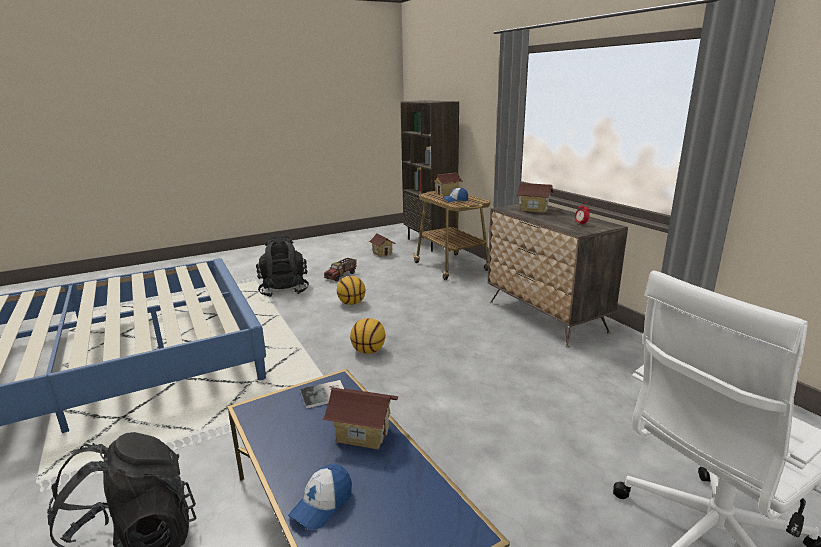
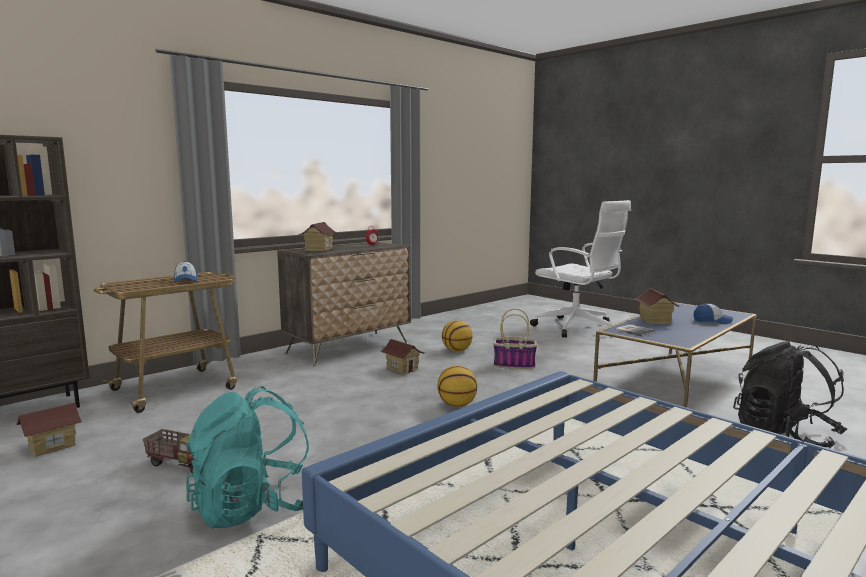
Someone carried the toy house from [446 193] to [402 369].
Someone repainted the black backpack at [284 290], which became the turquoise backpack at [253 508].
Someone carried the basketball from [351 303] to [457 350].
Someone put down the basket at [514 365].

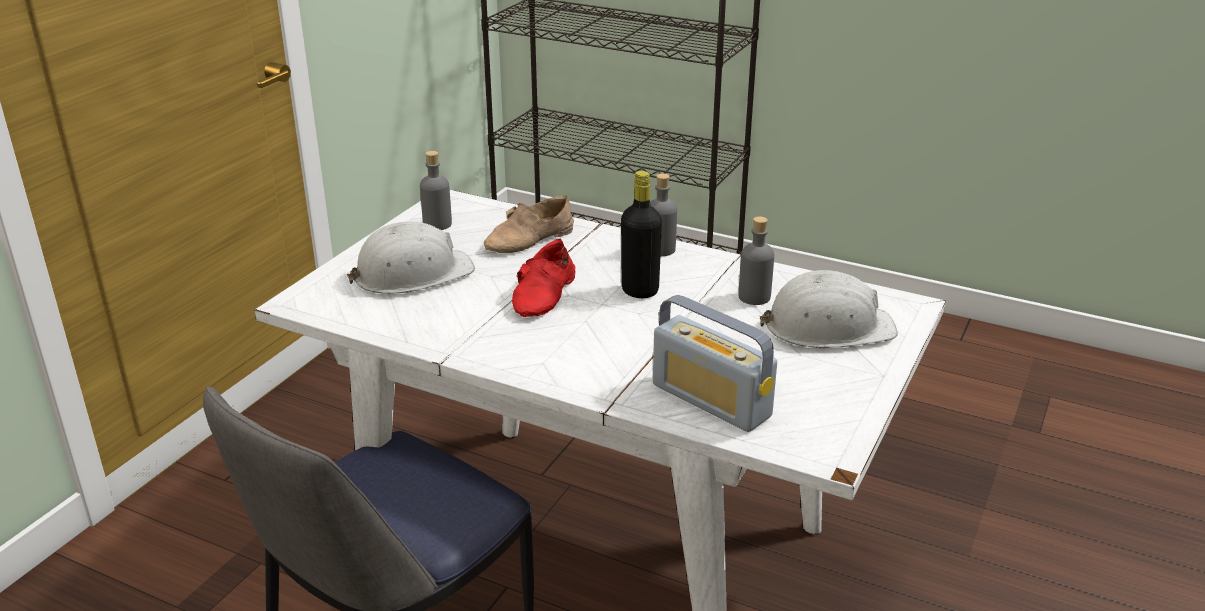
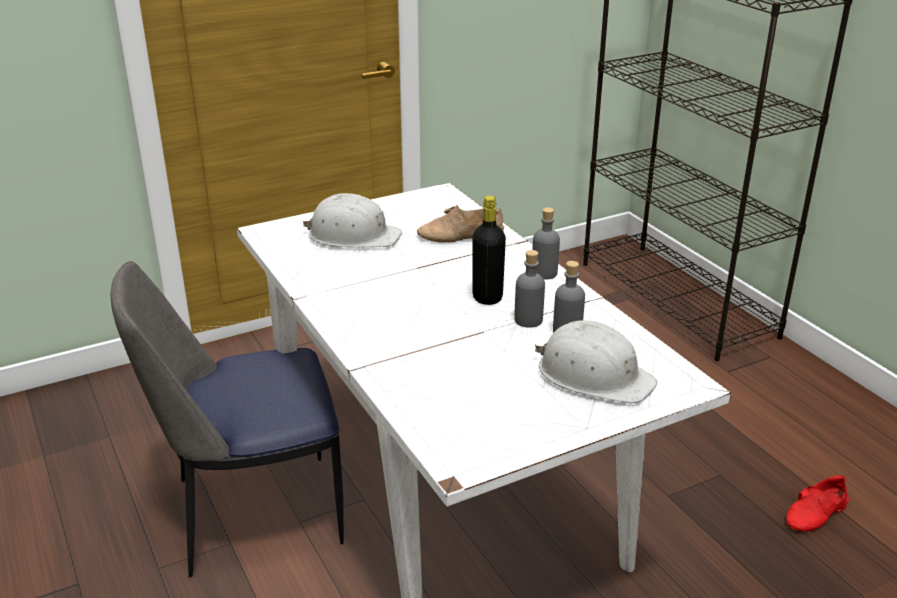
Someone carried the grey bottle from [437 224] to [528 320].
Someone carried the red shoe from [546 294] to [817 514].
Someone took away the radio at [711 400].

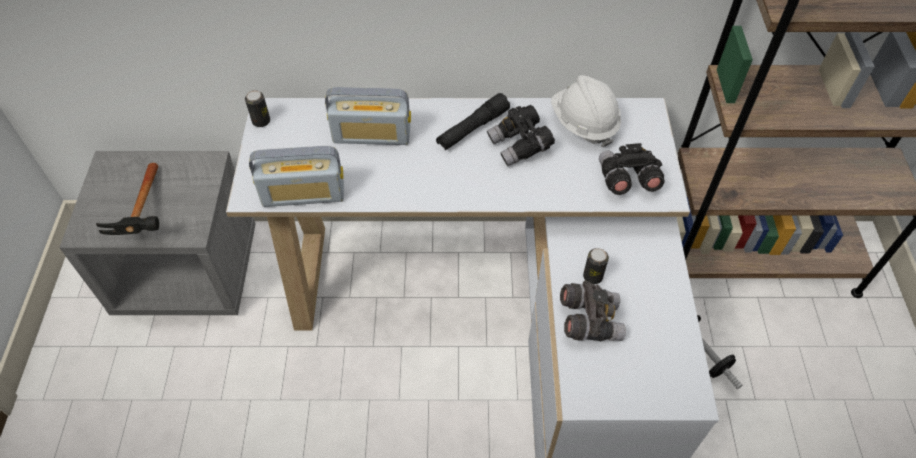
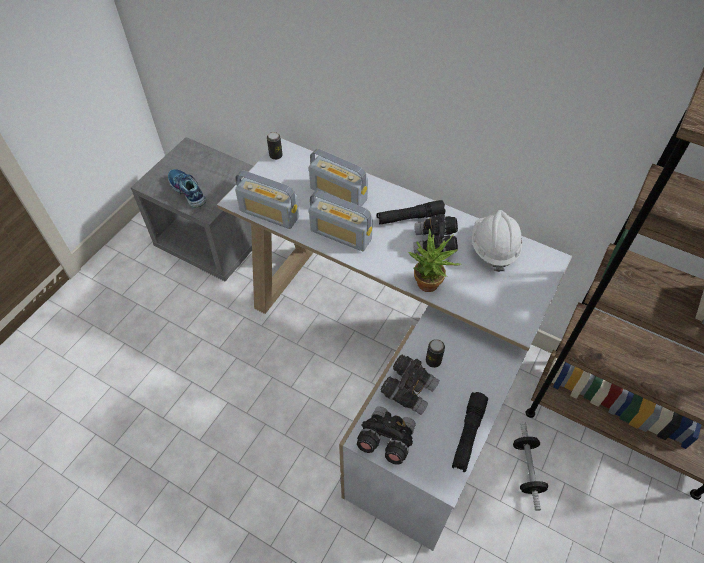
Someone carried the black binoculars from [626 180] to [385 440].
Someone swapped the hammer at [146 219] for the shoe at [187 191].
Someone put down the radio at [341 235].
Someone put down the potted plant at [428 287].
Someone put down the black flashlight at [468 434].

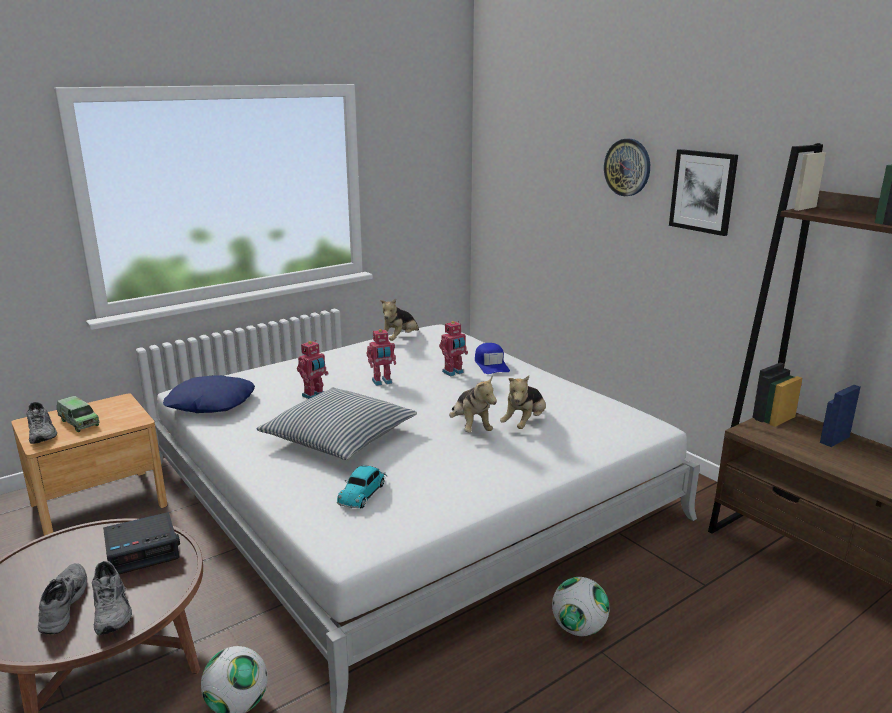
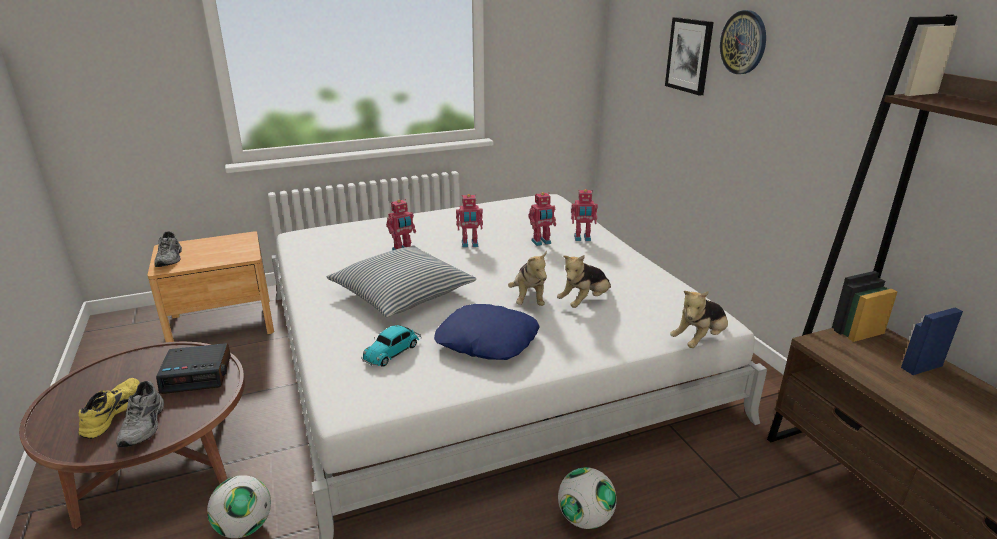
Someone carried the picture from [703 191] to [689 55].
Someone carried the plush toy from [399 339] to [699 340].
Someone swapped the blue cap at [491 365] for the toy robot at [582 238].
Someone carried the blue pillow from [210 403] to [487 341].
Someone took away the toy truck at [79 422].
Someone repainted the grey shoe at [61 605], which became the yellow shoe at [110 413].

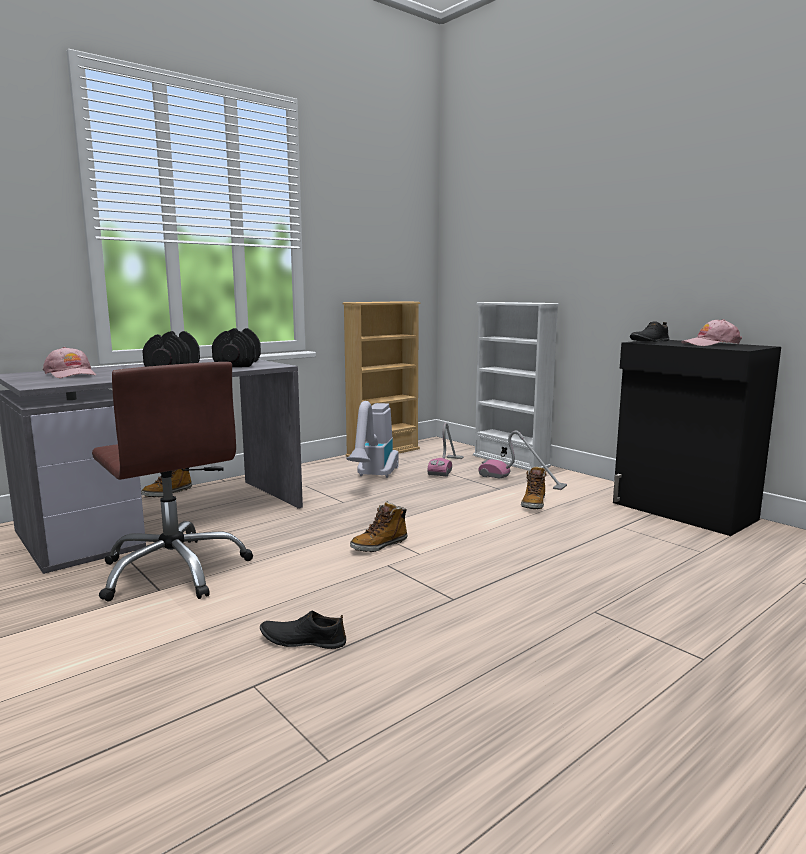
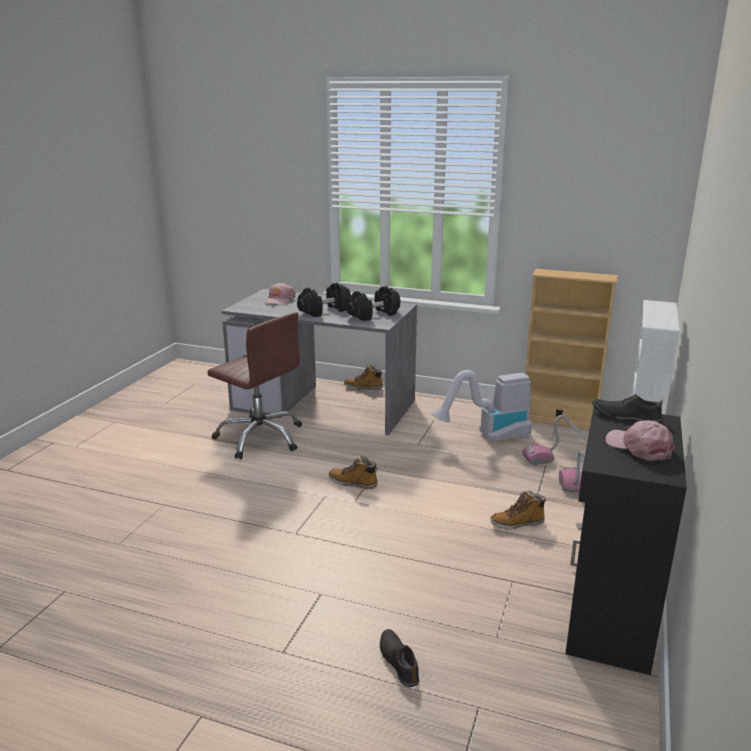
Someone rotated the brown office chair at [175 570] by 75 degrees counterclockwise.
Someone carried the black shoe from [302 640] to [399 661].

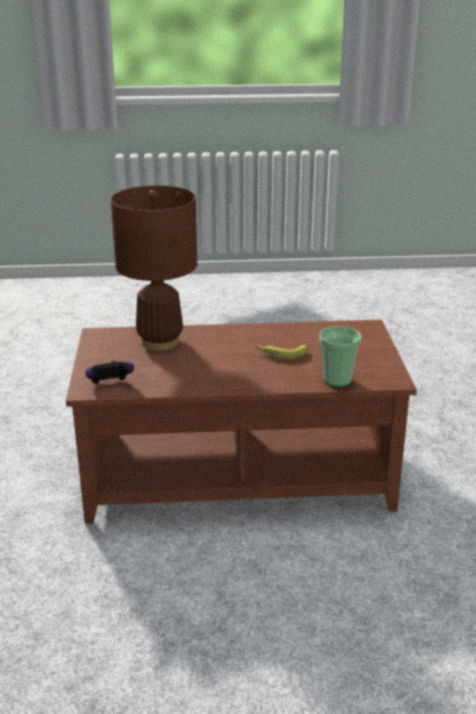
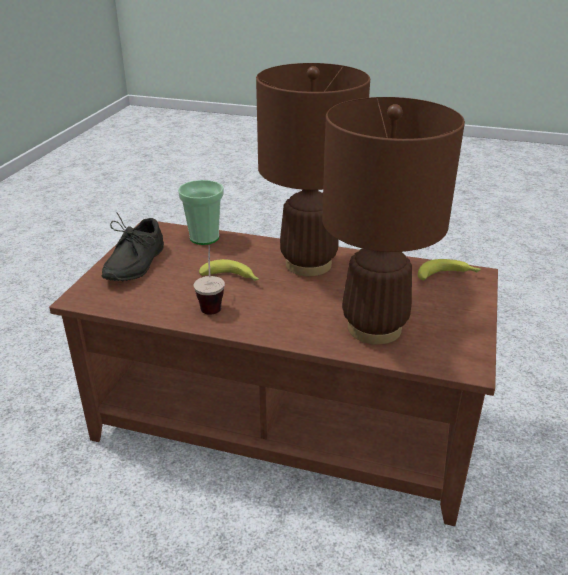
Someone swapped the game controller at [110 385] for the banana at [448 276].
Someone put down the brown table lamp at [308 264].
Someone put down the grey shoe at [132 264].
Someone put down the cup at [211 302].

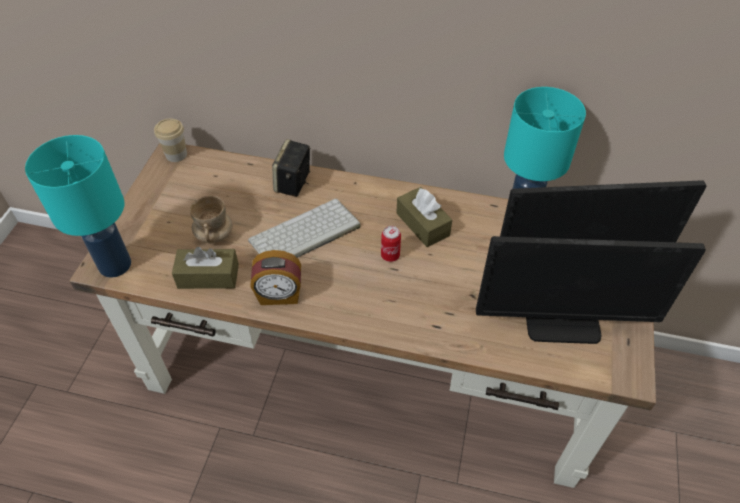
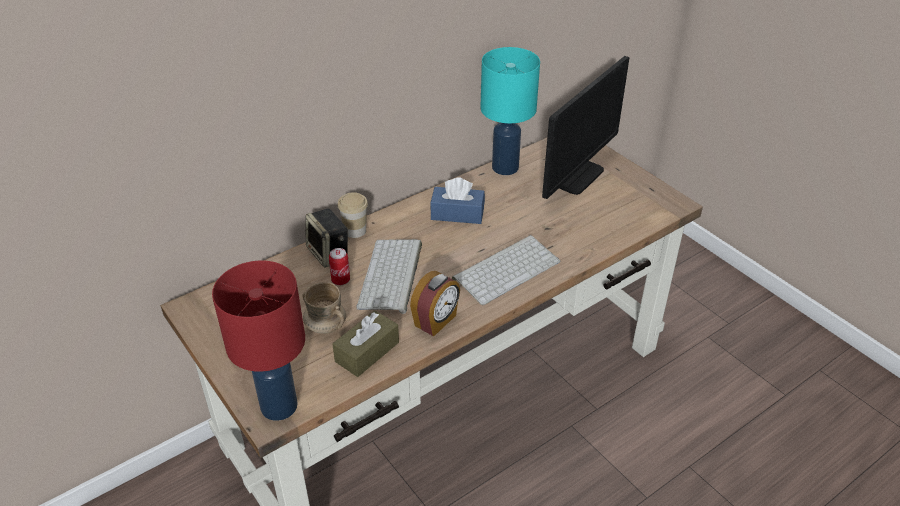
Someone carried the cup from [176 154] to [355 231].
Someone repainted the turquoise table lamp at [116 265], which became the red table lamp at [280 406].
Someone repainted the brown tissue box at [422 224], which became the blue tissue box at [457 214].
Someone carried the can from [390 255] to [341 280].
Someone took away the monitor at [562 322].
Someone put down the keyboard at [506 269].

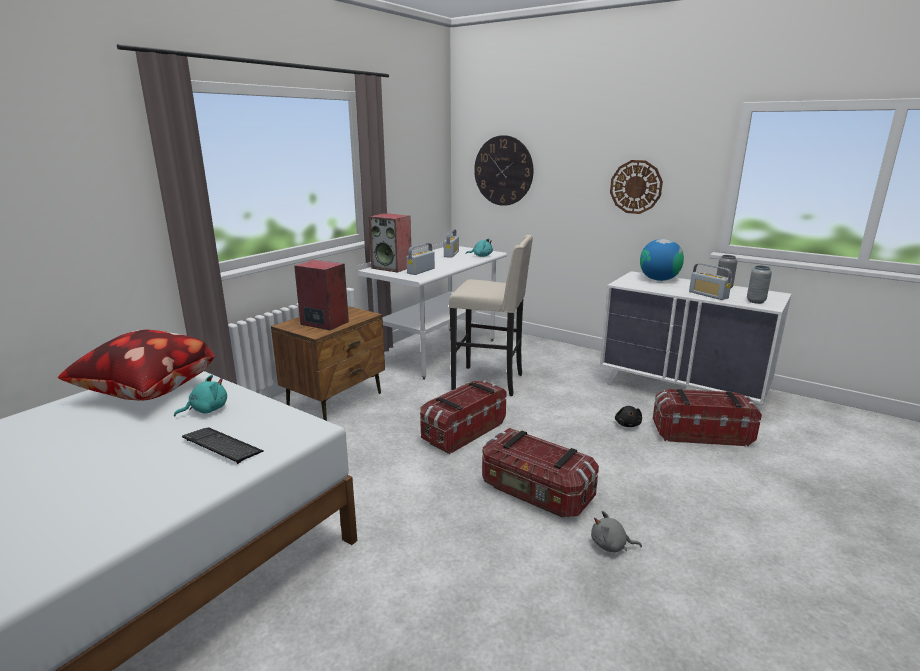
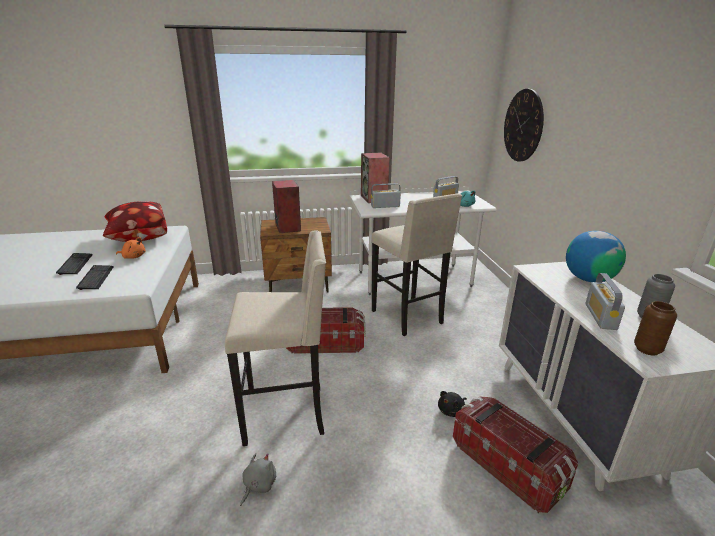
Someone took away the wall clock at [636 187].
Someone repainted the grey vase at [755 301], which became the brown vase at [647 349].
Someone repainted the turquoise plush toy at [206 410], which became the orange plush toy at [133 257].
Someone swapped the storage box at [535 493] for the beige stool at [287 413].
Someone rotated the grey plush toy at [611 545] by 60 degrees clockwise.
Someone put down the keyboard at [75 264].

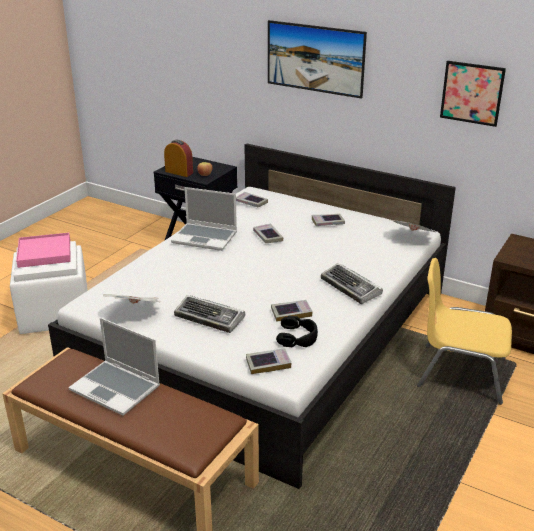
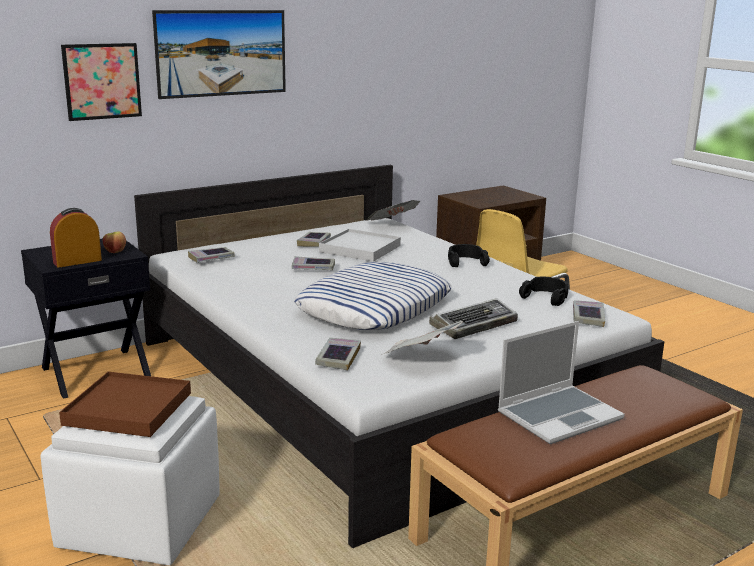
Someone carried the picture from [472 93] to [102 81].
Someone took away the laptop at [205 238].
Someone repainted the pink tray at [45 252], which became the brown tray at [128 408].
Someone swapped the keyboard at [351 288] for the black headphones at [466 262].
Someone carried the book from [291 313] to [338 358].
Someone put down the white tray at [360 249].
Someone put down the pillow at [374 307].

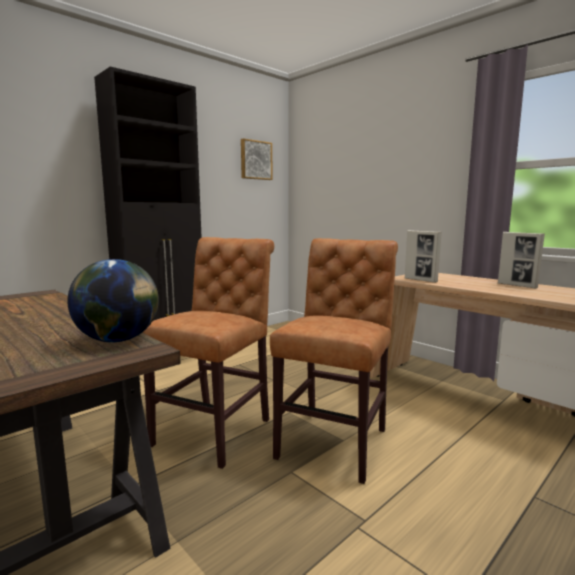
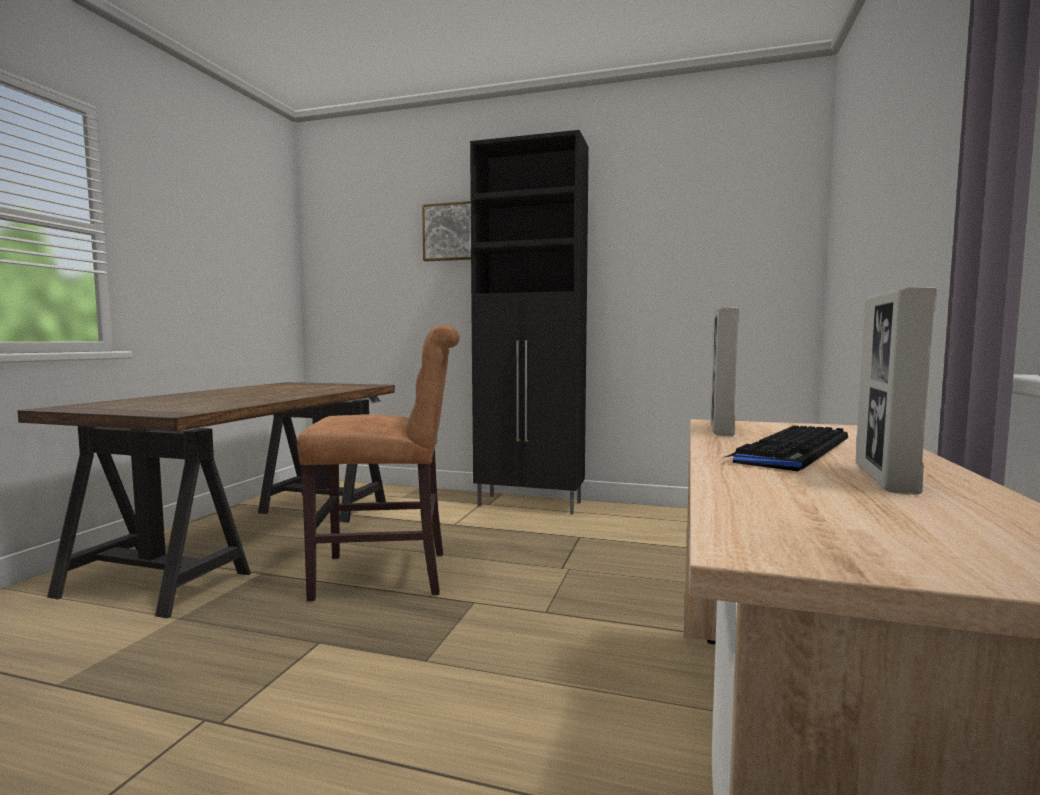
Someone carried the picture from [255 160] to [450 232].
Someone took away the brown chair at [335 440].
Someone took away the globe at [118 340].
Someone put down the keyboard at [791 450].

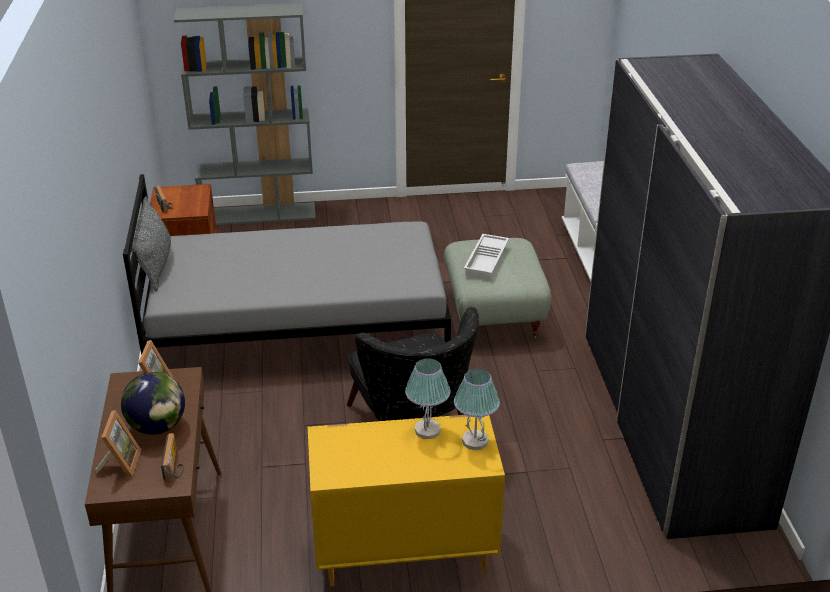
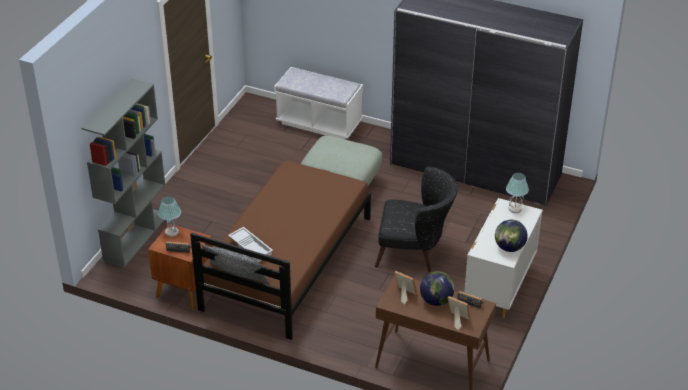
Someone repainted the grey bed at [298 328], which became the brown bed at [287 262].
Someone carried the white tray from [487 261] to [251 247].
Someone carried the table lamp from [427 430] to [172 232].
Someone repainted the yellow dresser at [403 553], which became the white dresser at [499 288].
Someone put down the globe at [509 247].

